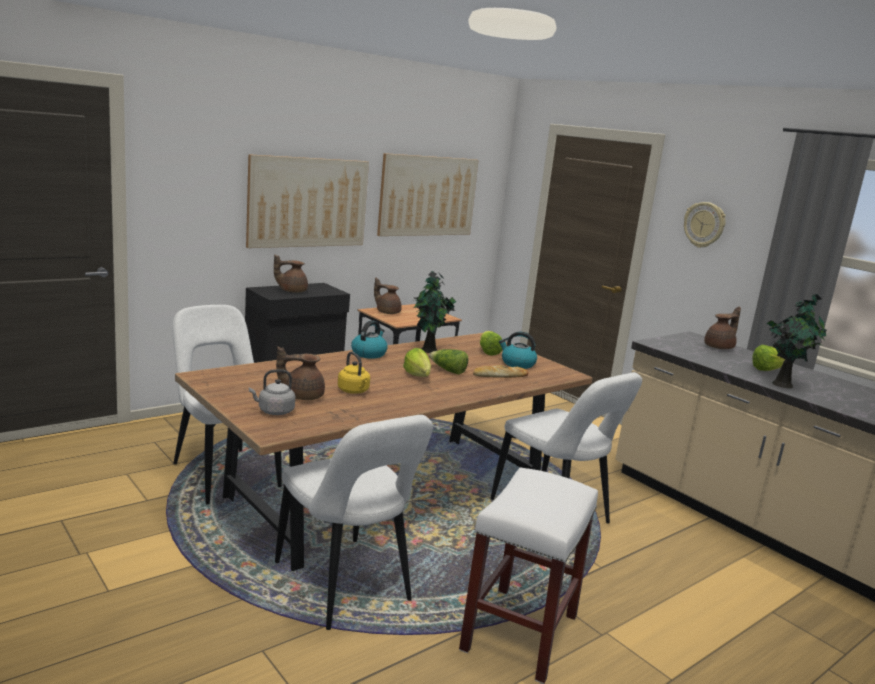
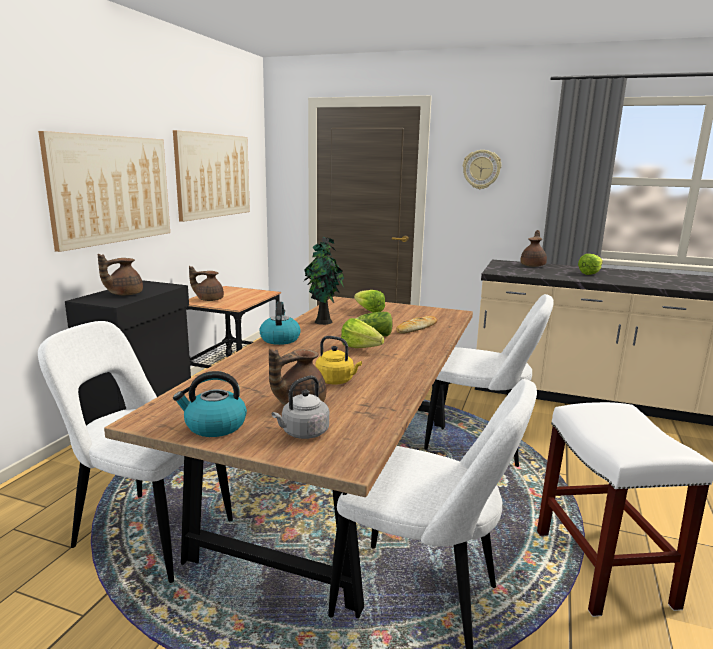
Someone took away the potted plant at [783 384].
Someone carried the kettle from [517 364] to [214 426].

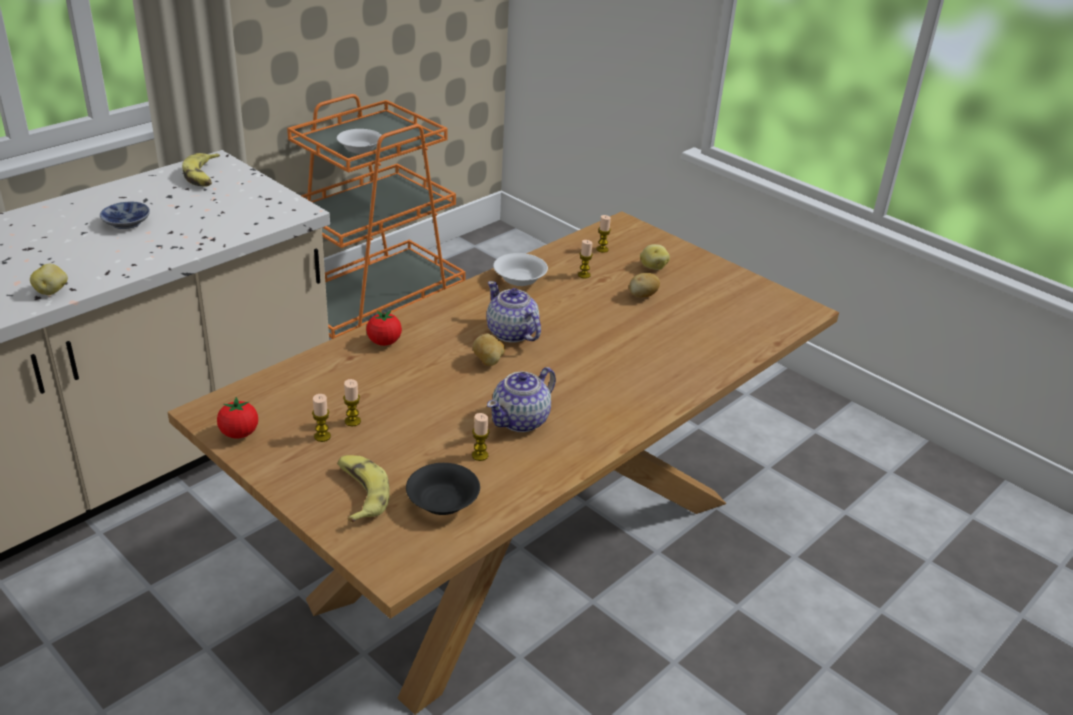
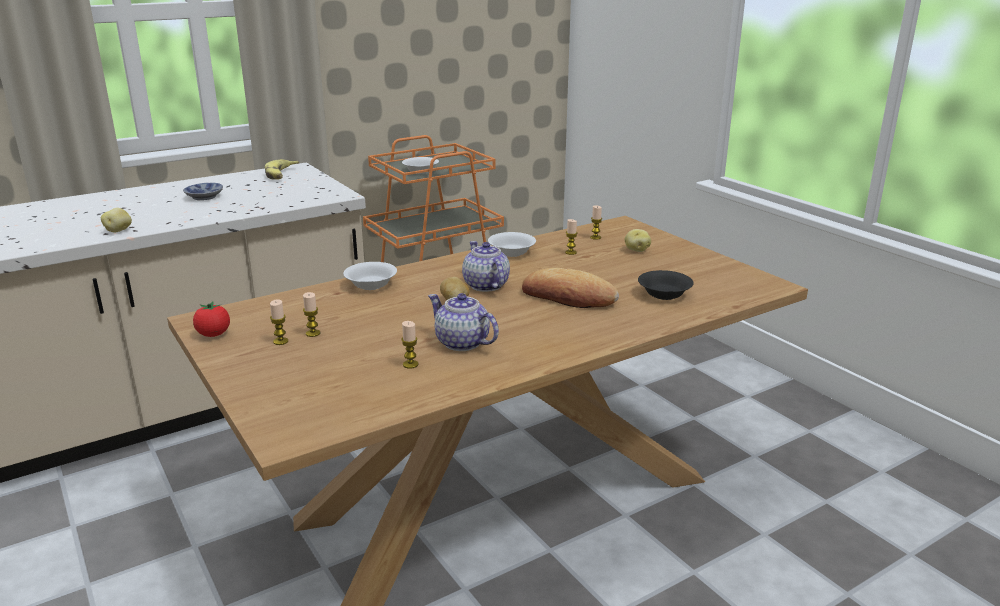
Someone took away the potato at [642 296].
Someone swapped the tomato at [384 342] for the white bowl at [372 285].
Someone rotated the teapot at [521 420] by 75 degrees clockwise.
Someone took away the banana at [360 493].
Someone carried the black bowl from [444 502] to [665 294].
Someone put down the bread at [568 297].

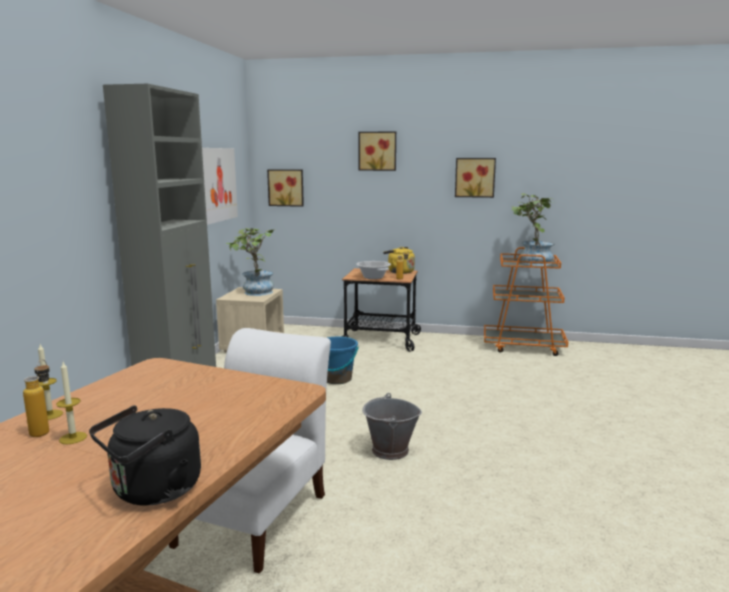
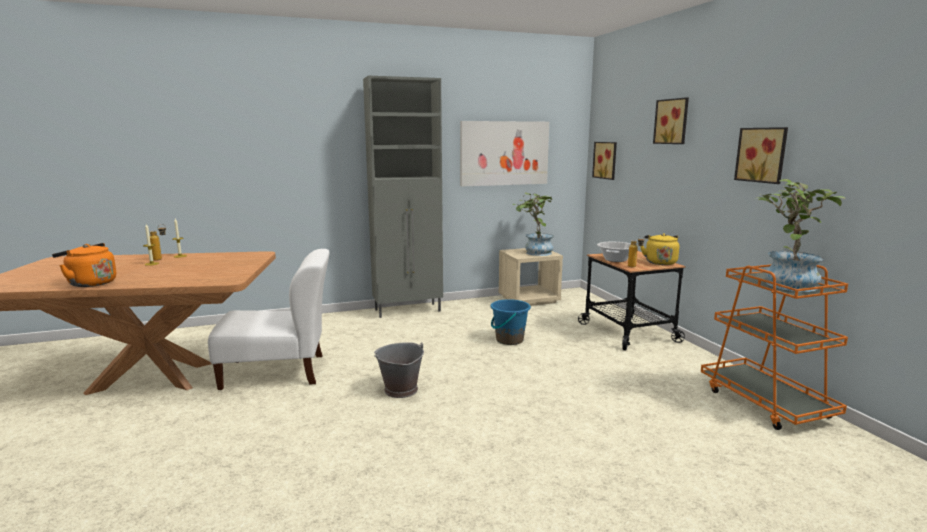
Someone repainted the black kettle at [152 491], which became the orange kettle at [90 283].

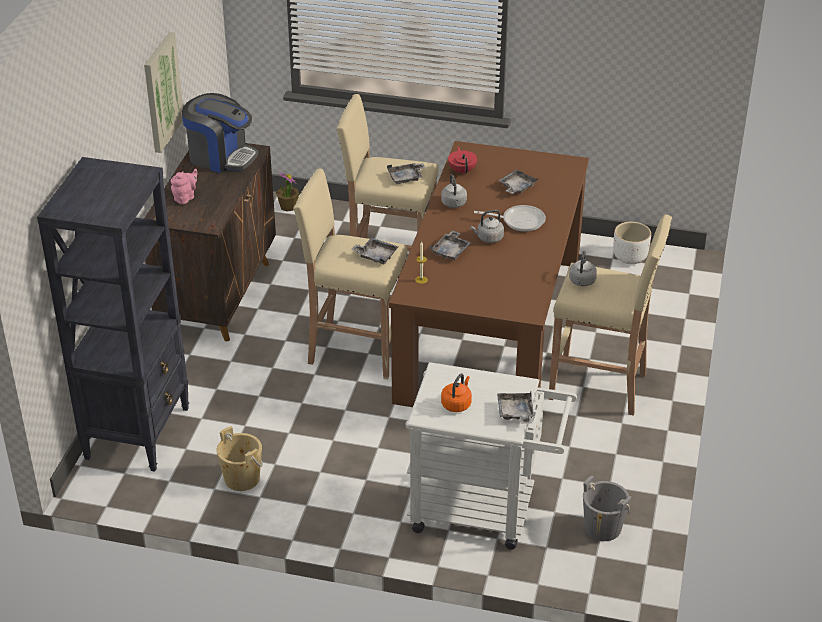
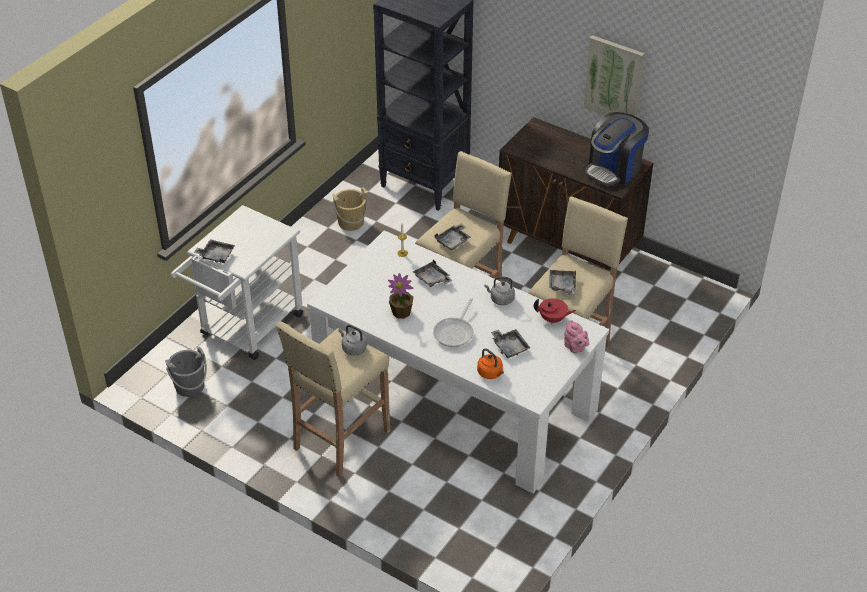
Someone repainted the brown dining table at [491 325], which became the white dining table at [455 397].
Someone carried the pink teapot from [185 198] to [575 348].
Someone carried the potted plant from [288 206] to [401 312].
Someone took away the grey kettle at [488 238].
Someone took away the white planter at [630 258].
Someone carried the orange kettle from [457 404] to [490 373].

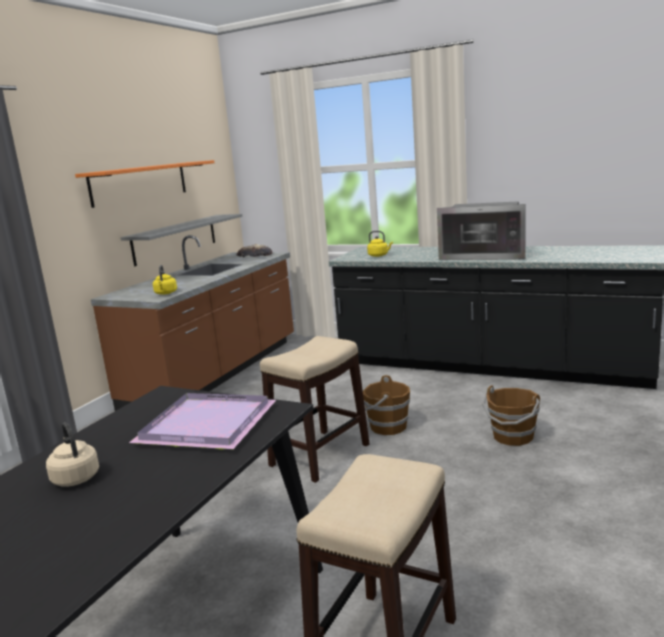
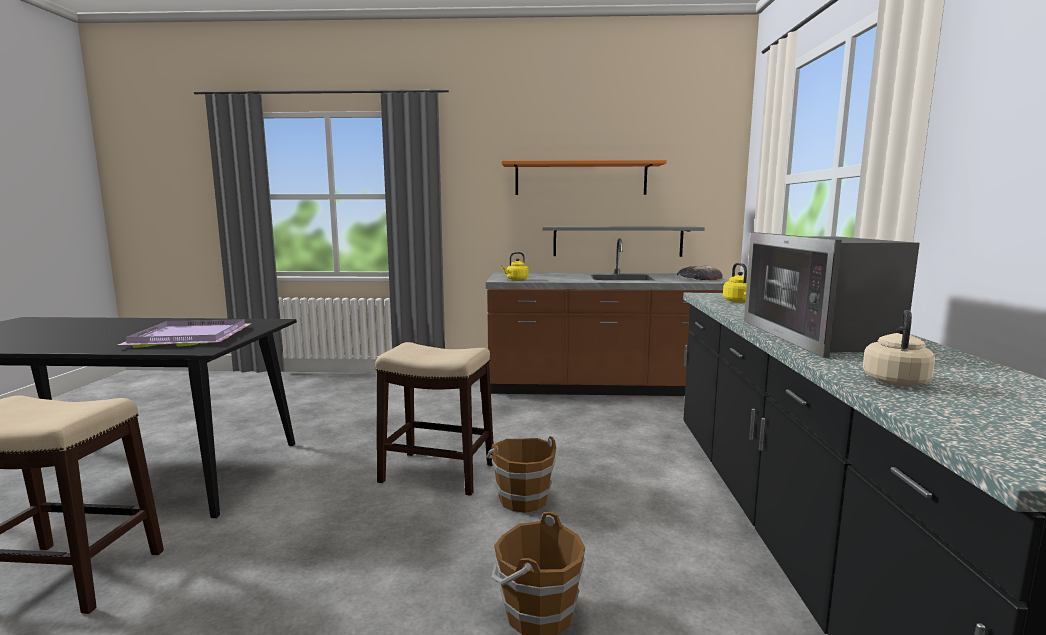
Someone carried the beige kettle from [75 477] to [895 381].

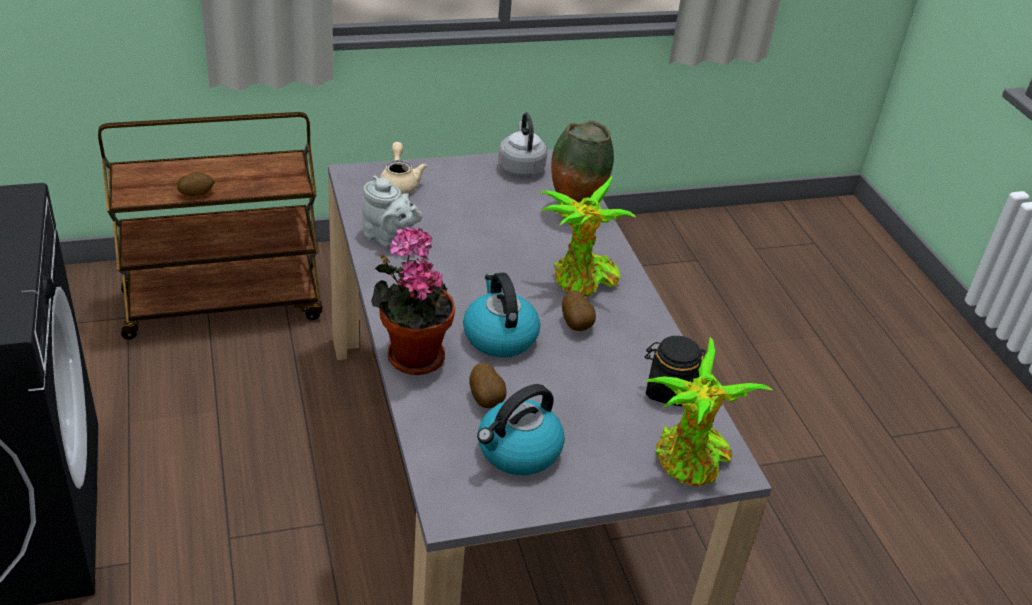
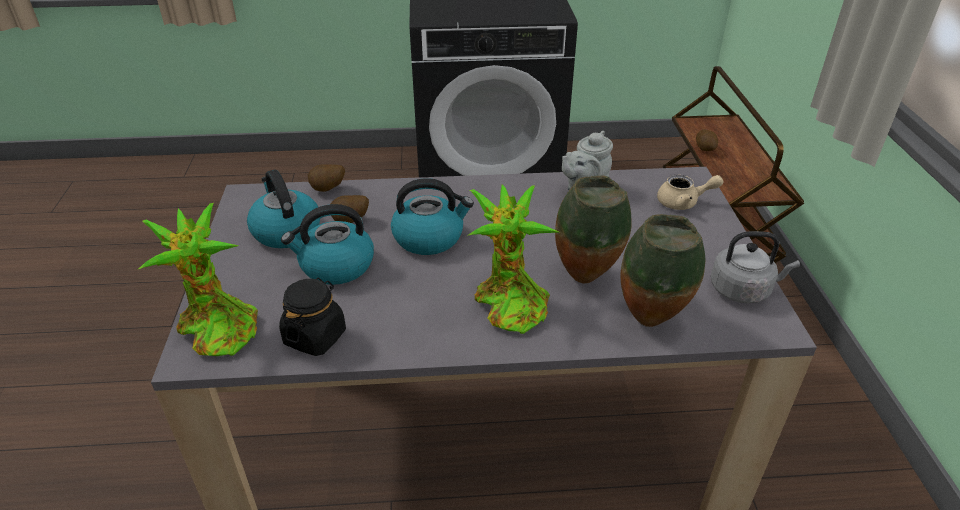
Someone took away the potted plant at [411 354].
Someone carried the potato from [577 324] to [328 190].
Someone put down the vase at [587 278].
Someone put down the kettle at [336 266].

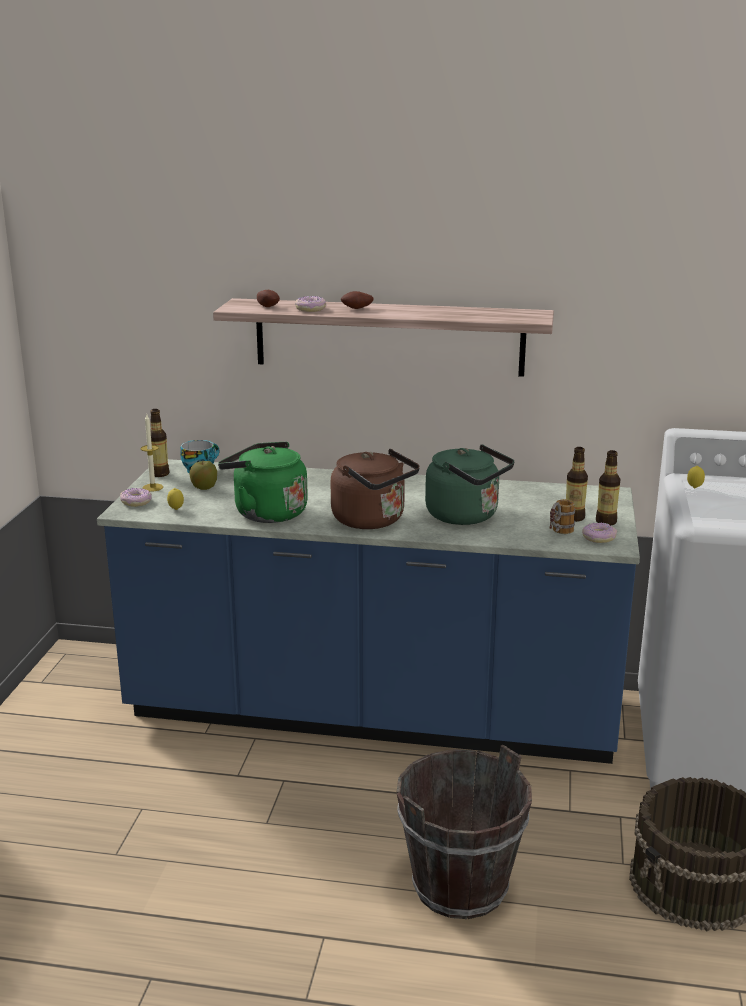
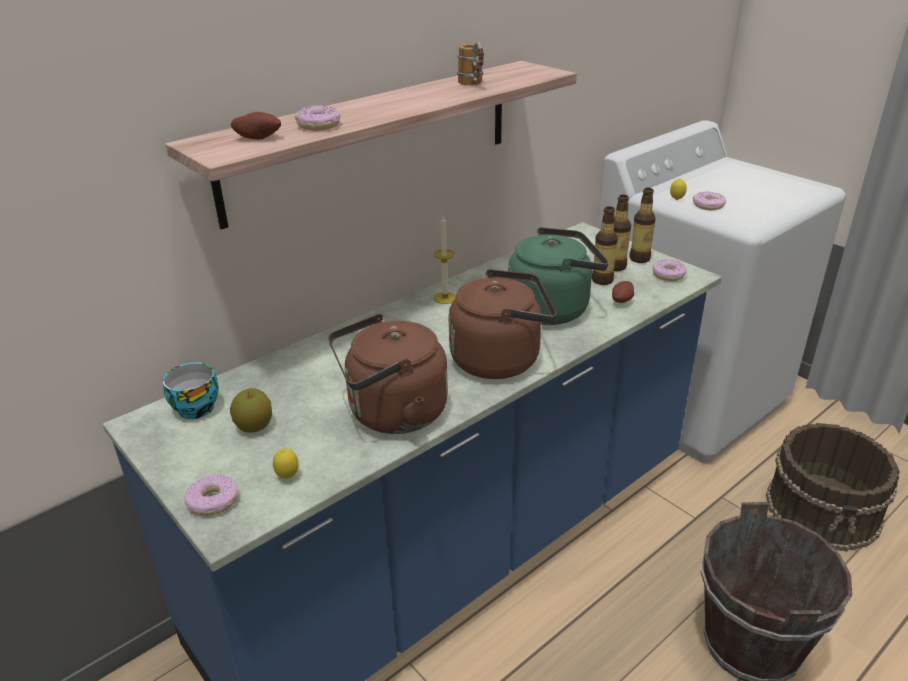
Someone carried the potato from [357 309] to [622 301].
Someone carried the bottle from [159 474] to [602 280].
Someone carried the candle from [152 487] to [445 298].
Someone repainted the green kettle at [266 513], which became the brown kettle at [392 414].
Someone carried the mug from [558 533] to [473 85].
Someone put down the donut at [708 206].

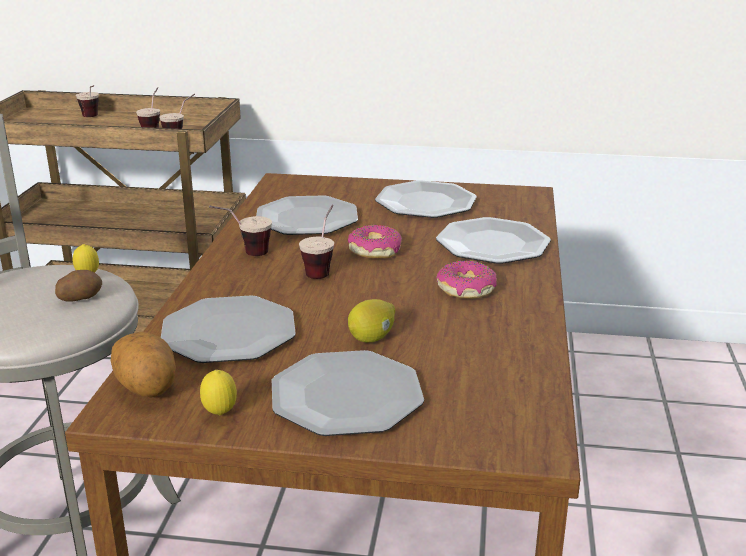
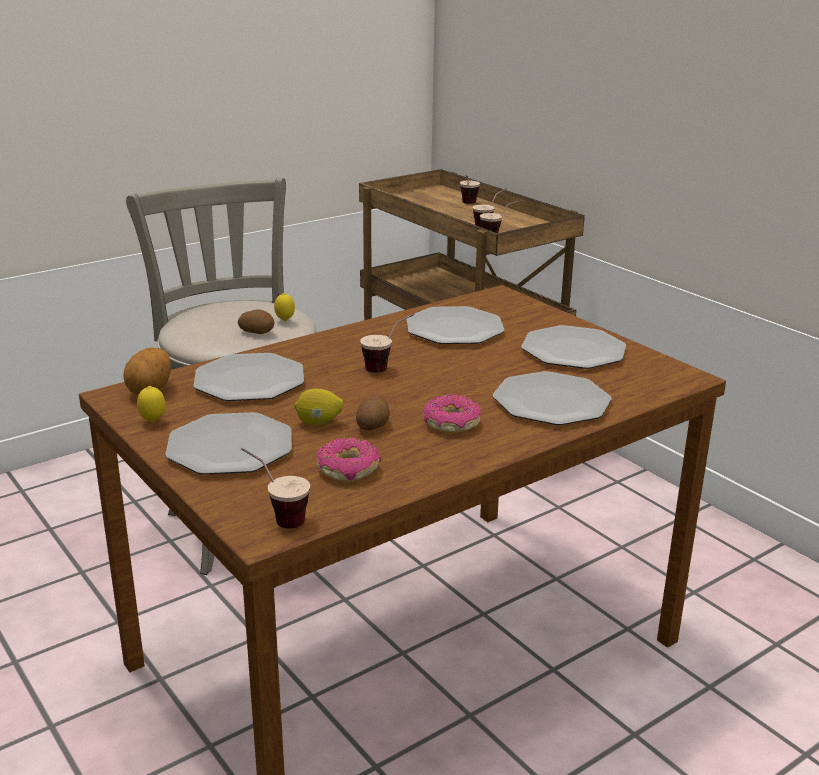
Someone carried the cup from [243 254] to [276 517].
Someone carried the donut from [375 250] to [348 469].
Someone put down the potato at [373 426].

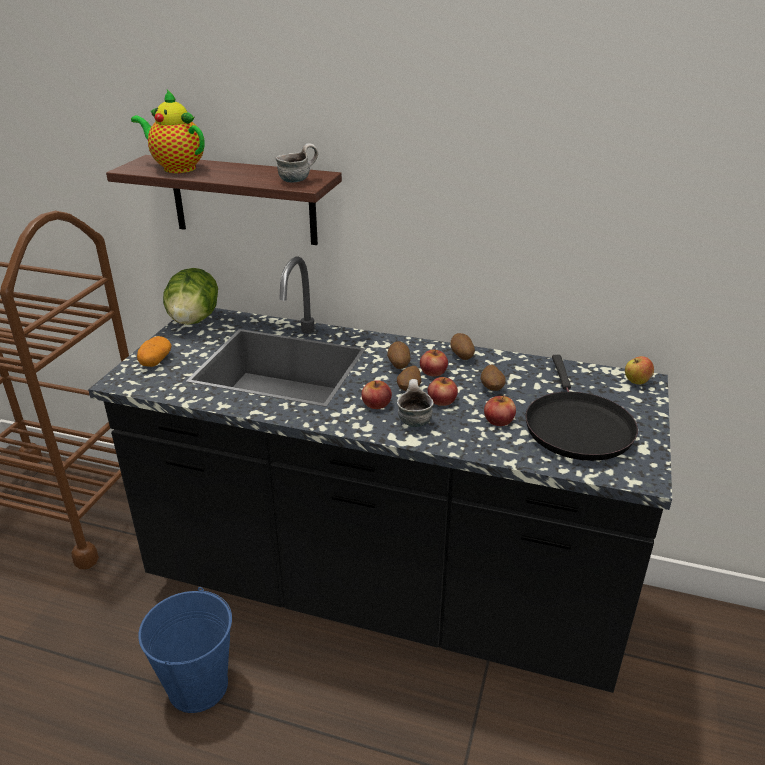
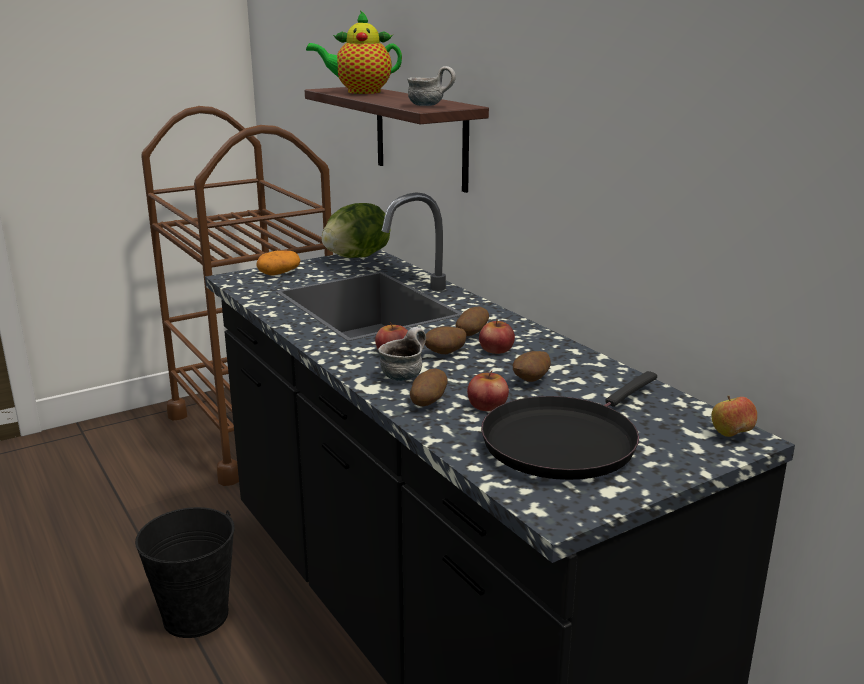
Someone rotated the teapot at [176 168] by 75 degrees counterclockwise.
Someone carried the potato from [461 356] to [428 402].
Someone took away the apple at [442 400].
Someone repainted the blue bucket at [197 686], which became the black bucket at [195 615].

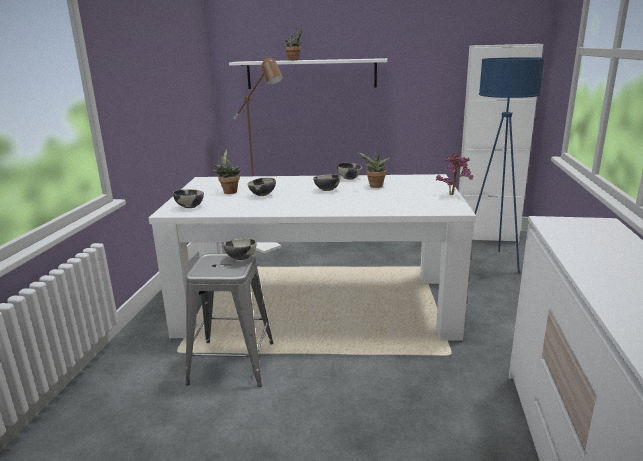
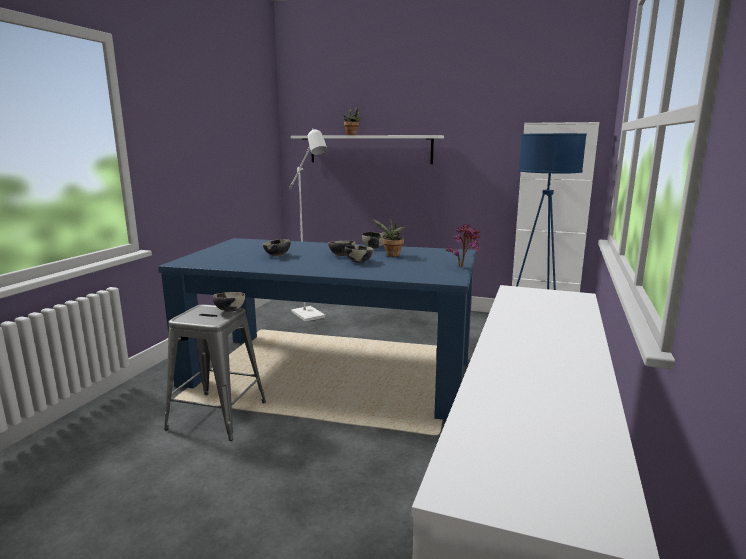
Someone repainted the brown floor lamp at [267 248], which became the white floor lamp at [311 316].
Someone took away the potted plant at [229 191].
Someone repainted the white dining table at [318 303], which became the blue dining table at [330 371].
Someone carried the bowl from [189 207] to [358 262].

